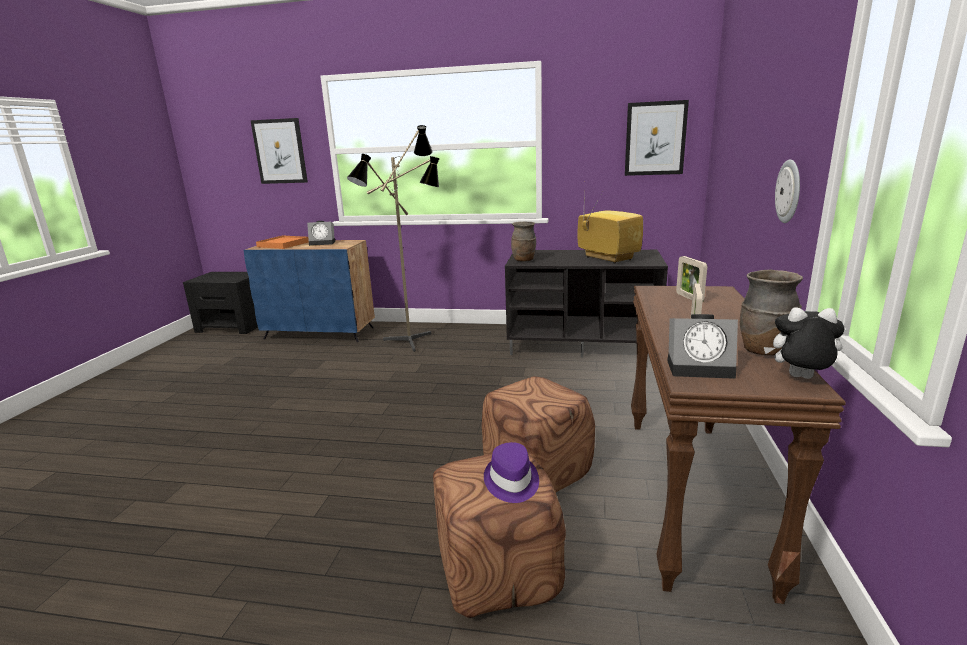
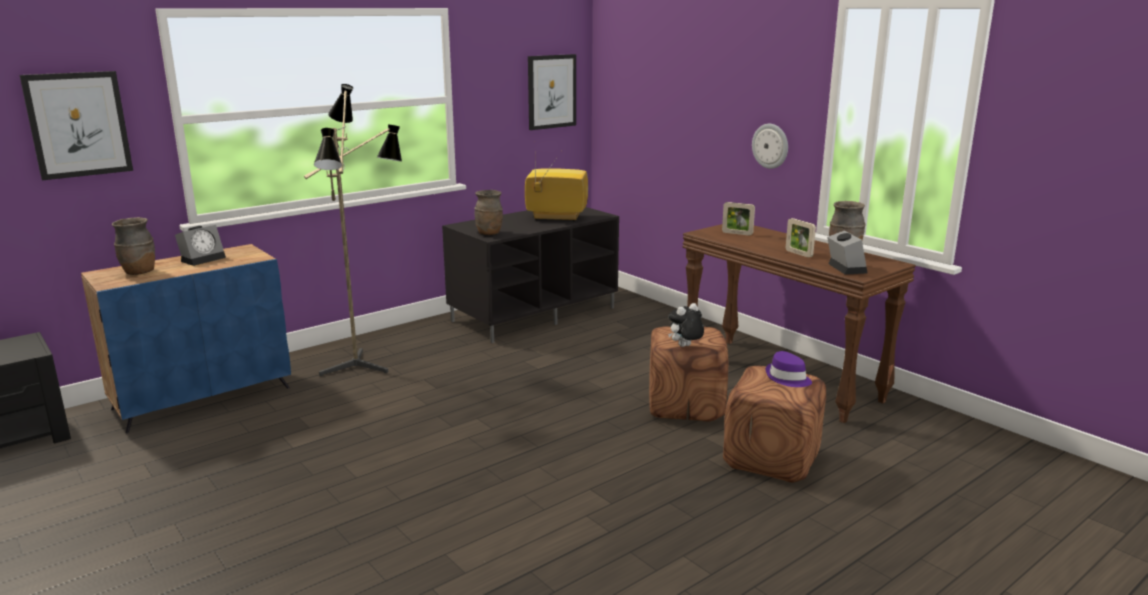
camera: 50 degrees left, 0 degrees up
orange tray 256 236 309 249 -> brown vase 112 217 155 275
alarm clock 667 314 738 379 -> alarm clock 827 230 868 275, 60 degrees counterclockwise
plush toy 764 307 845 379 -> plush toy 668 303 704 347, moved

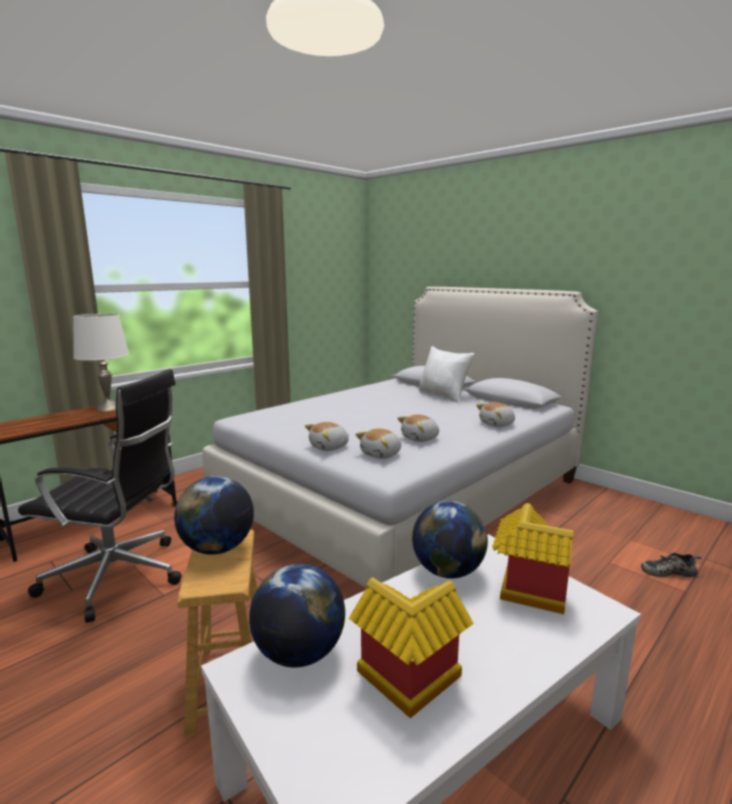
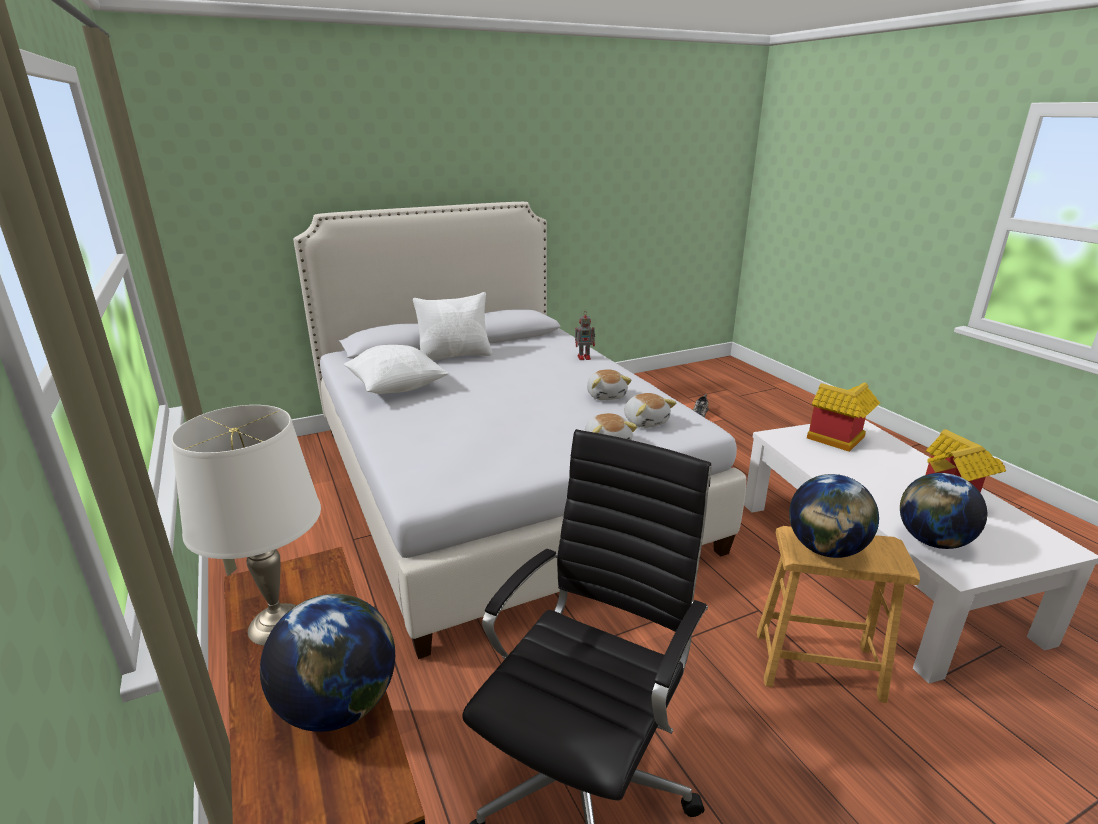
camera: 70 degrees left, 10 degrees up
globe 412 501 488 579 -> globe 260 594 395 732, moved
plush toy 476 402 515 427 -> toy robot 575 312 595 360
none -> white pillow 344 345 449 394

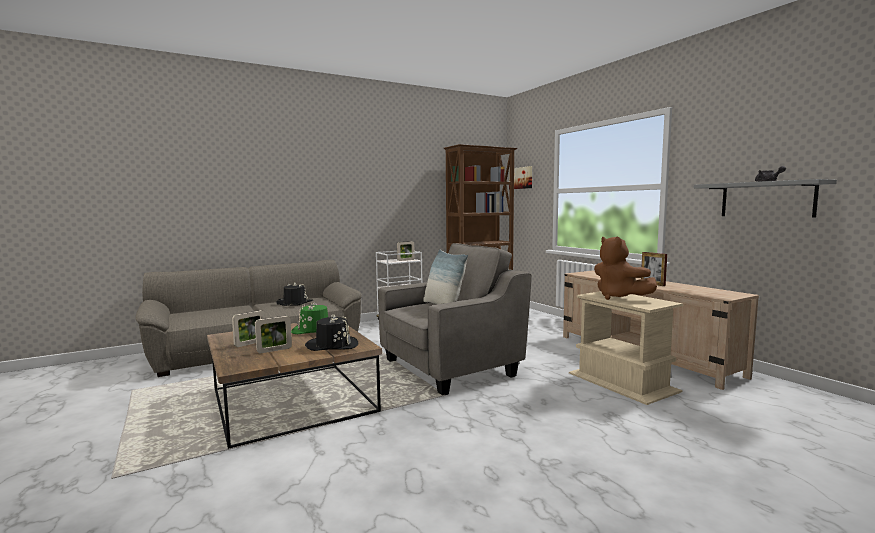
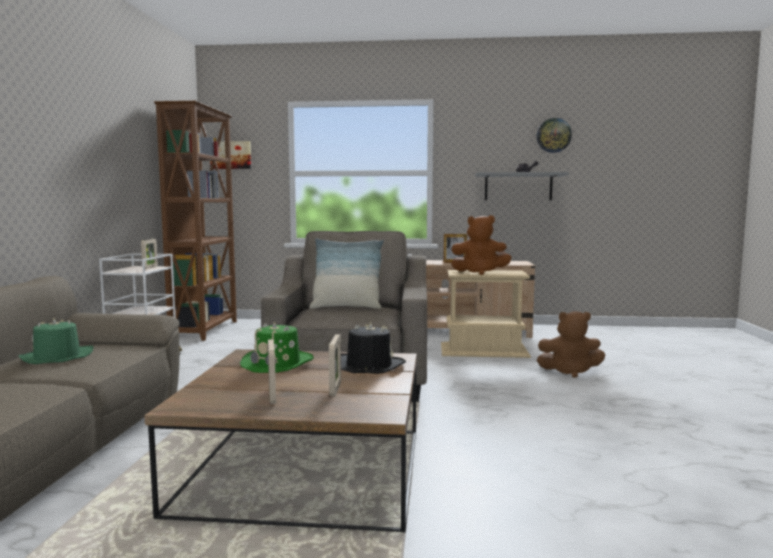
camera: 55 degrees left, 0 degrees up
black hat 276 283 313 306 -> green hat 18 318 93 364
none -> wall clock 537 118 572 153
none -> brown plush toy 537 311 605 378

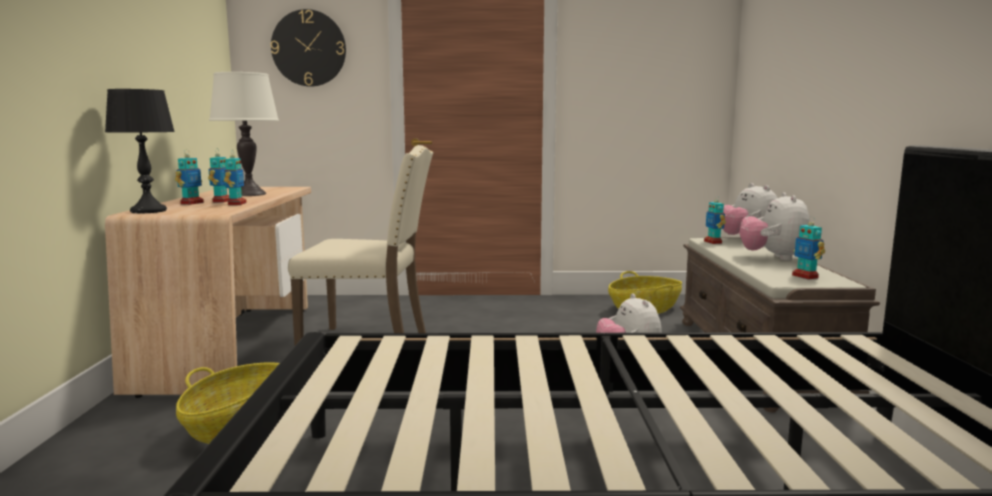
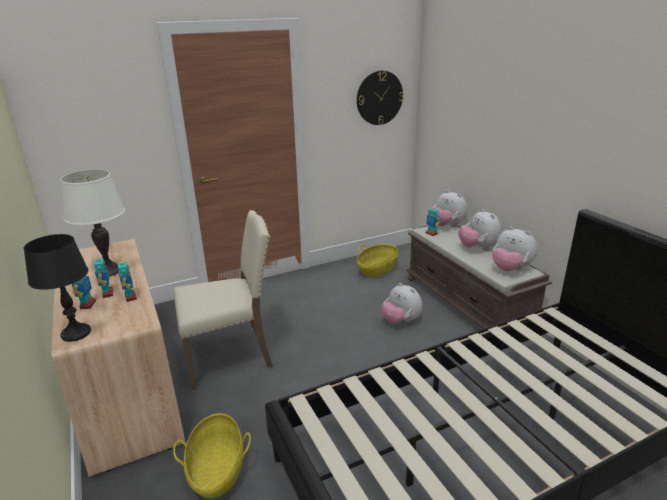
camera: 25 degrees left, 15 degrees up
wall clock 271 9 346 87 -> wall clock 357 71 404 125, moved
toy robot 792 216 825 280 -> plush toy 492 226 537 271

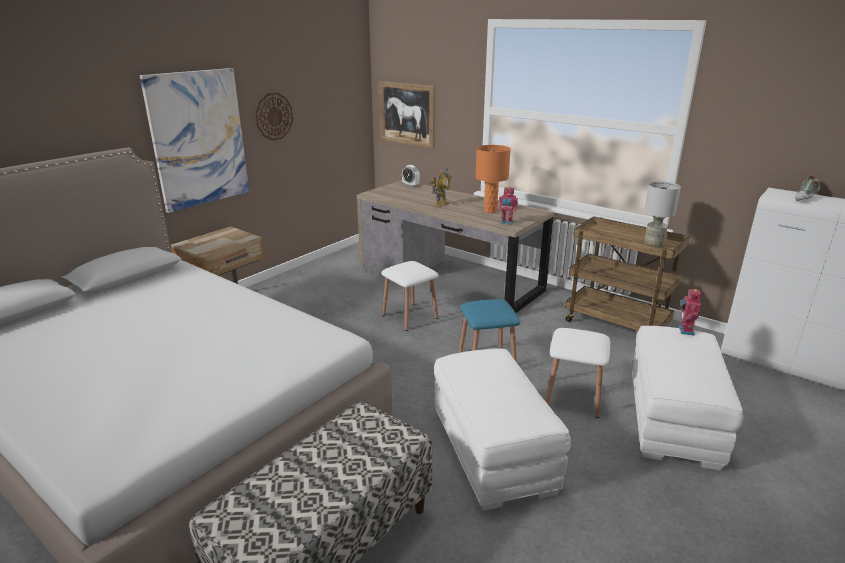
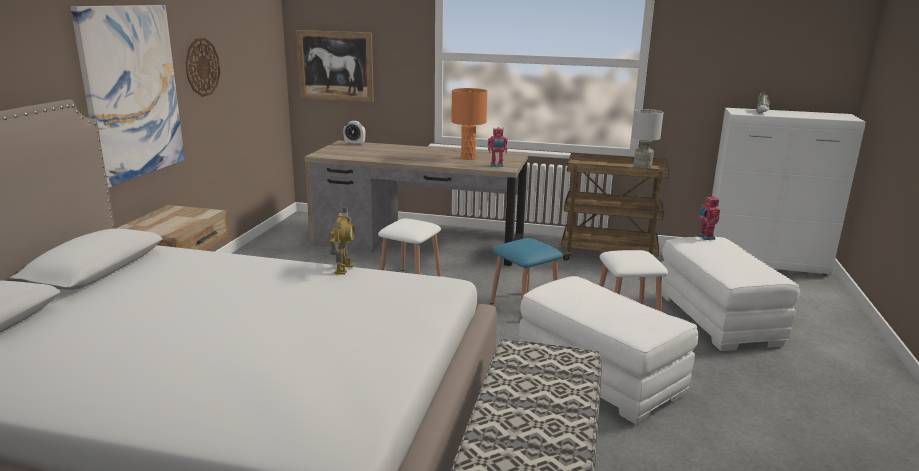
camera: 25 degrees left, 5 degrees down
toy robot 432 167 451 207 -> toy robot 330 205 355 275, moved

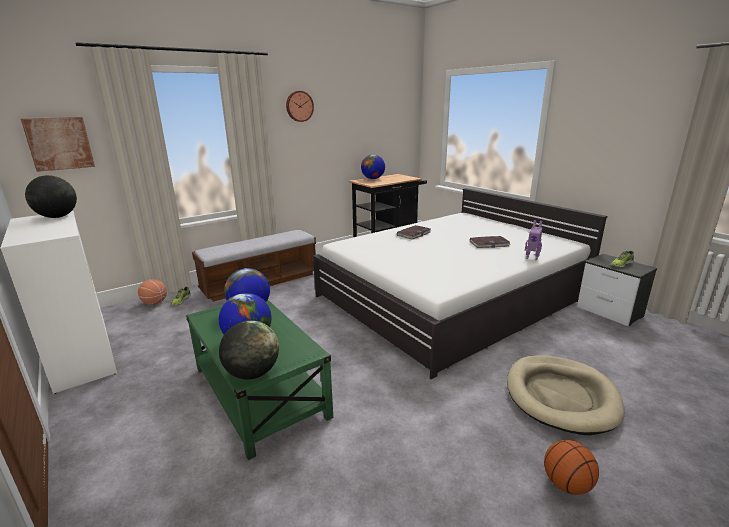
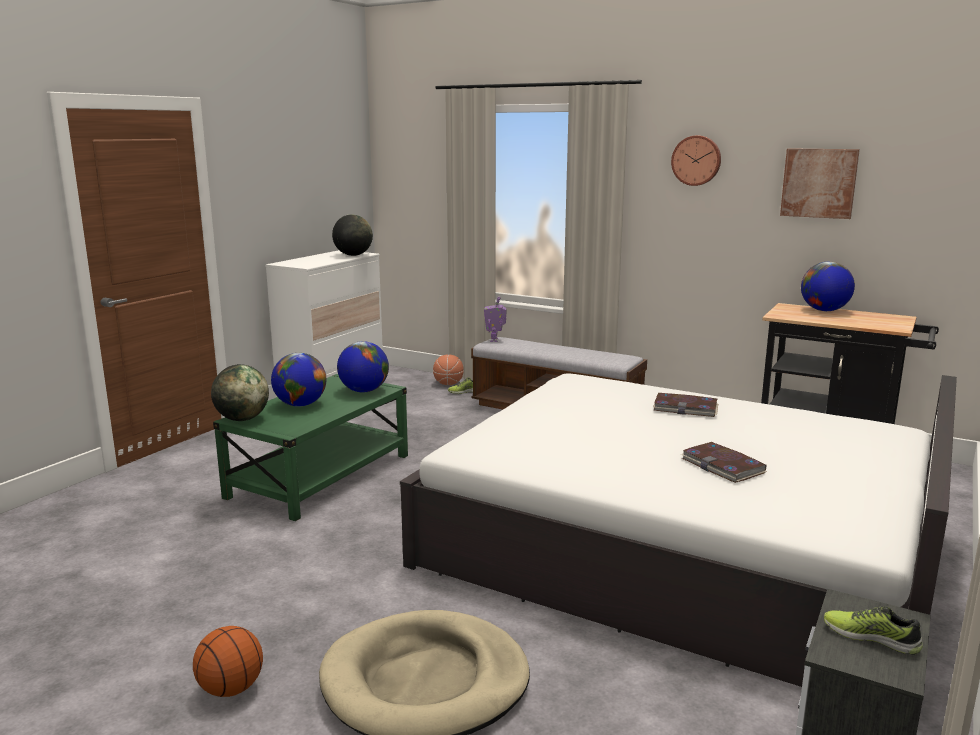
camera: 65 degrees right, 5 degrees down
picture 21 117 95 172 -> picture 780 148 860 219, moved
toy robot 525 220 543 260 -> toy robot 484 296 507 342, moved

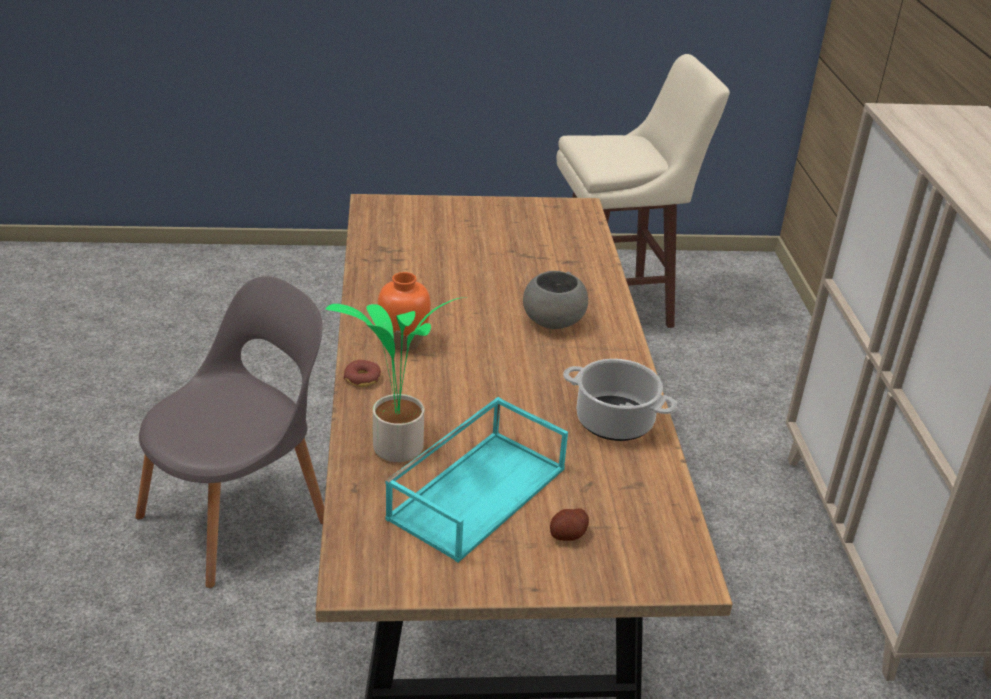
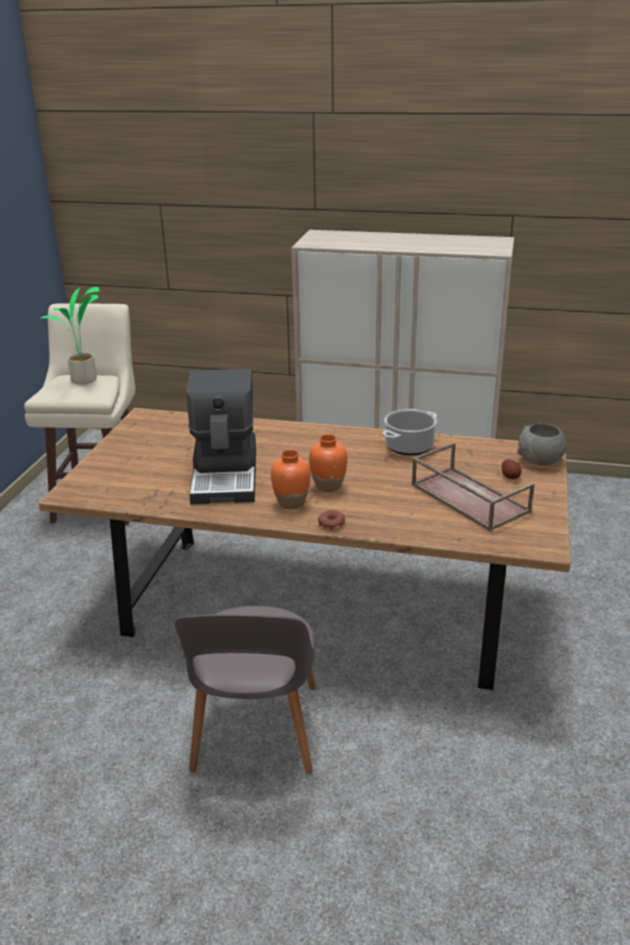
camera: 70 degrees left, 5 degrees down
grey chair 135 276 324 588 -> grey chair 175 606 316 774, 150 degrees counterclockwise
potted plant 326 297 466 462 -> potted plant 41 287 100 384, moved
turquoise tray 385 397 568 563 -> brown tray 411 443 534 531
grey bowl 523 271 588 329 -> grey bowl 517 423 567 466, moved
none -> coffee machine 186 369 256 504
none -> orange vase 309 434 348 493

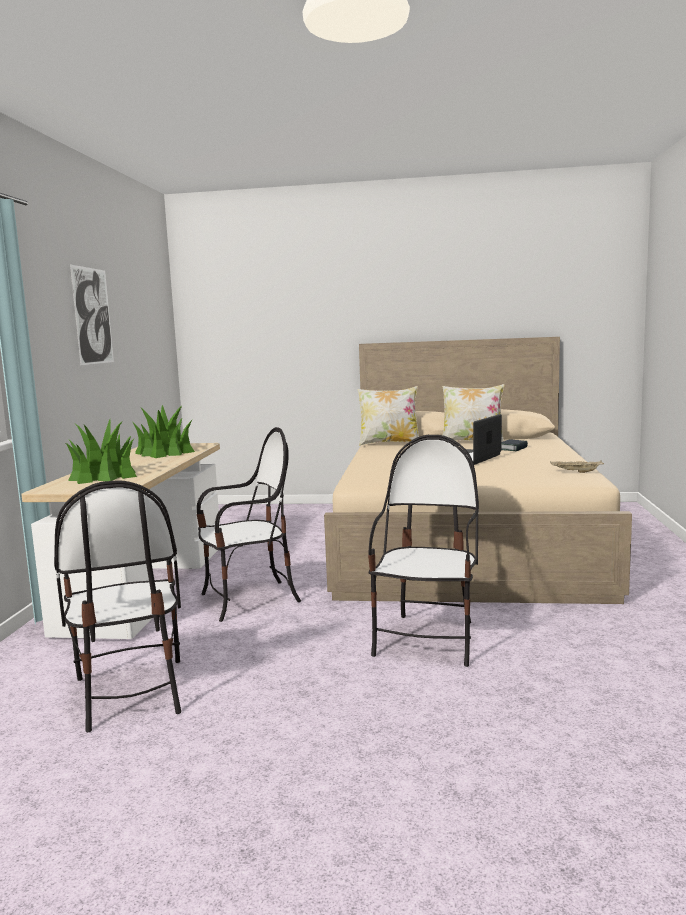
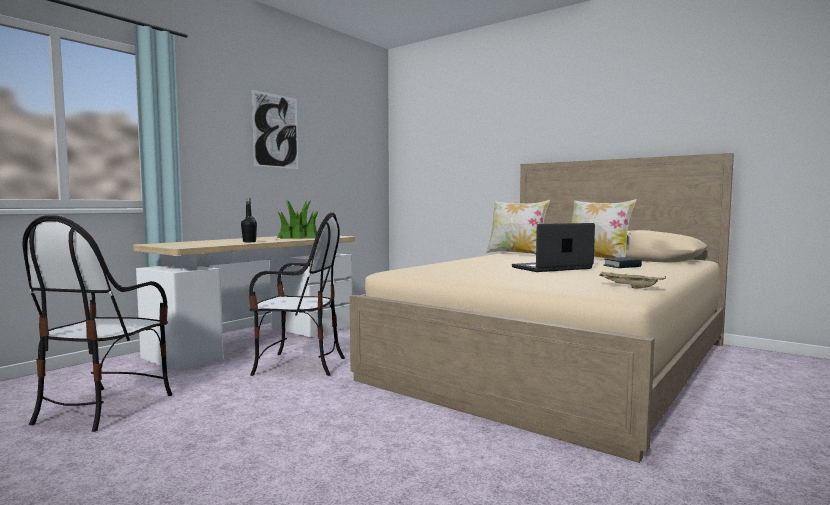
camera: 30 degrees right, 5 degrees down
potted plant 66 420 137 484 -> none
chair 368 435 479 667 -> none
none -> black bottle 241 198 257 242

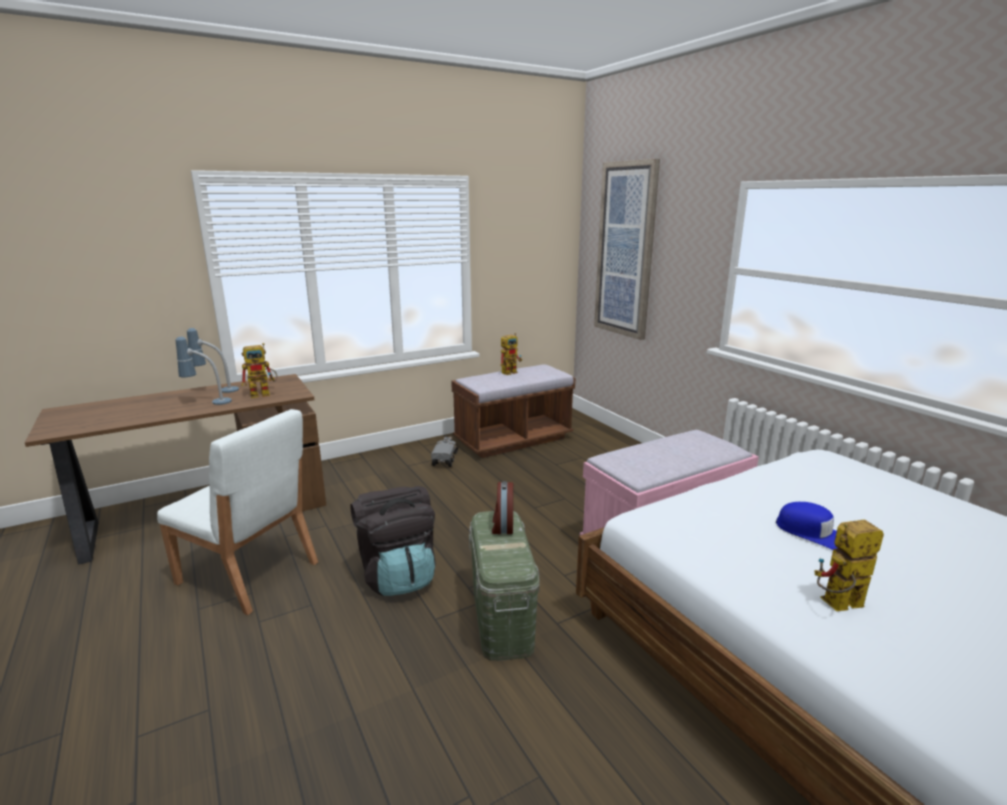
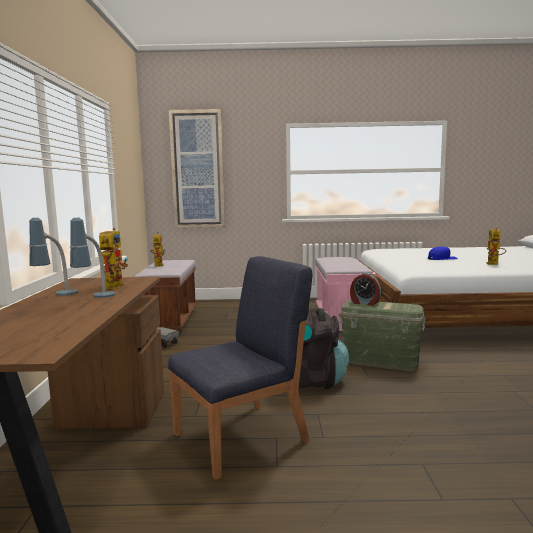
camera: 60 degrees left, 10 degrees down
white chair 157 409 318 615 -> blue chair 168 256 312 480

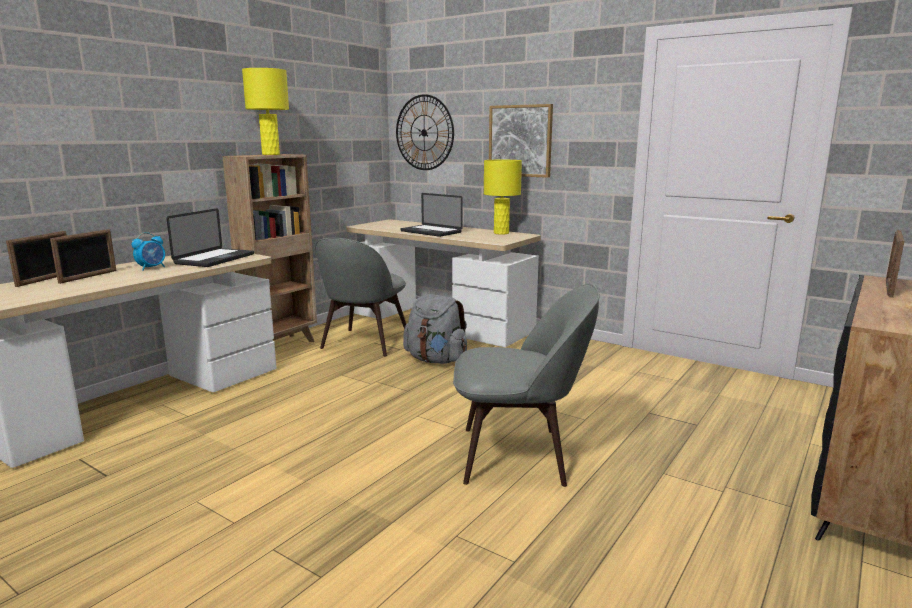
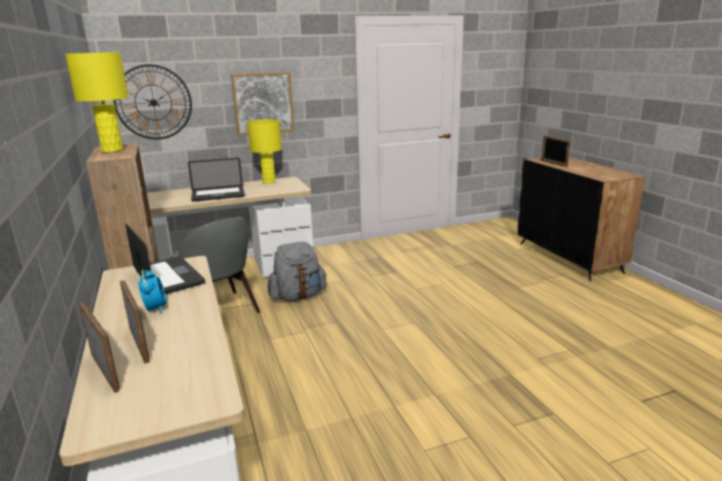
camera: 55 degrees left, 5 degrees up
grey chair 453 284 600 487 -> none

